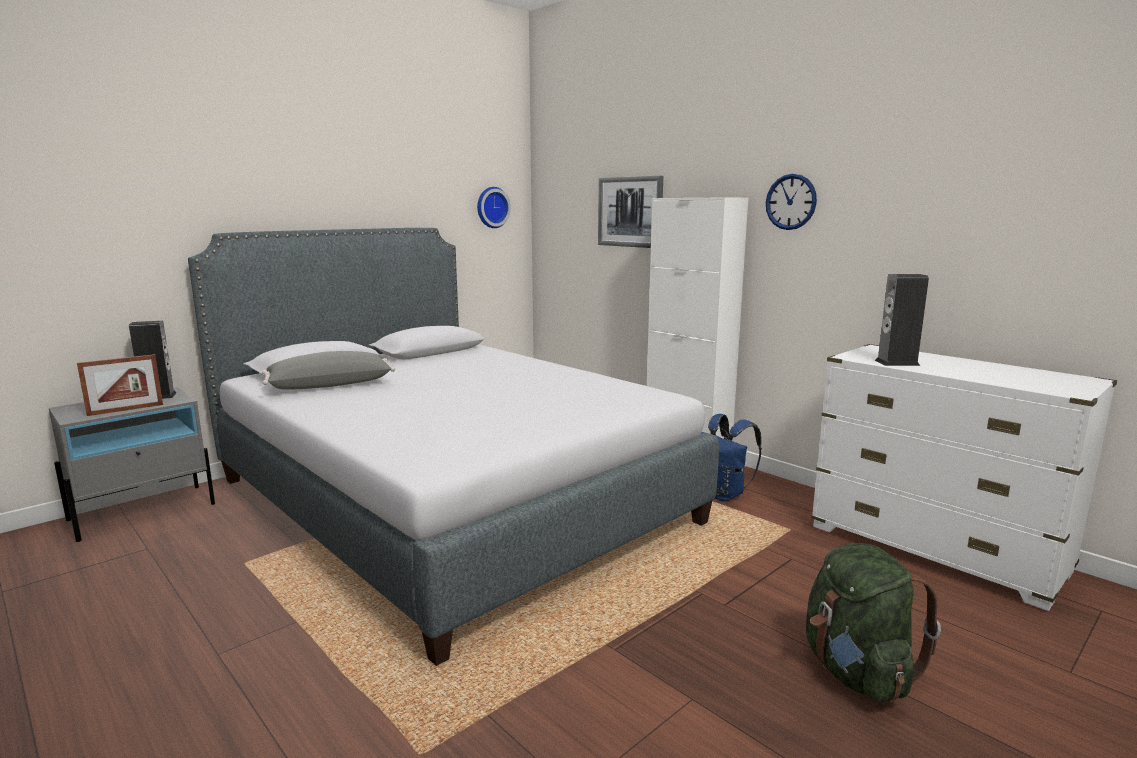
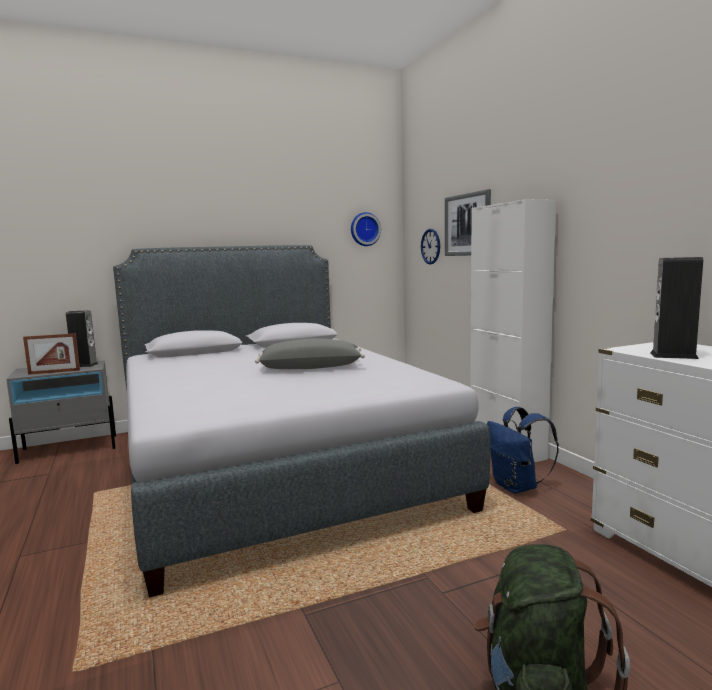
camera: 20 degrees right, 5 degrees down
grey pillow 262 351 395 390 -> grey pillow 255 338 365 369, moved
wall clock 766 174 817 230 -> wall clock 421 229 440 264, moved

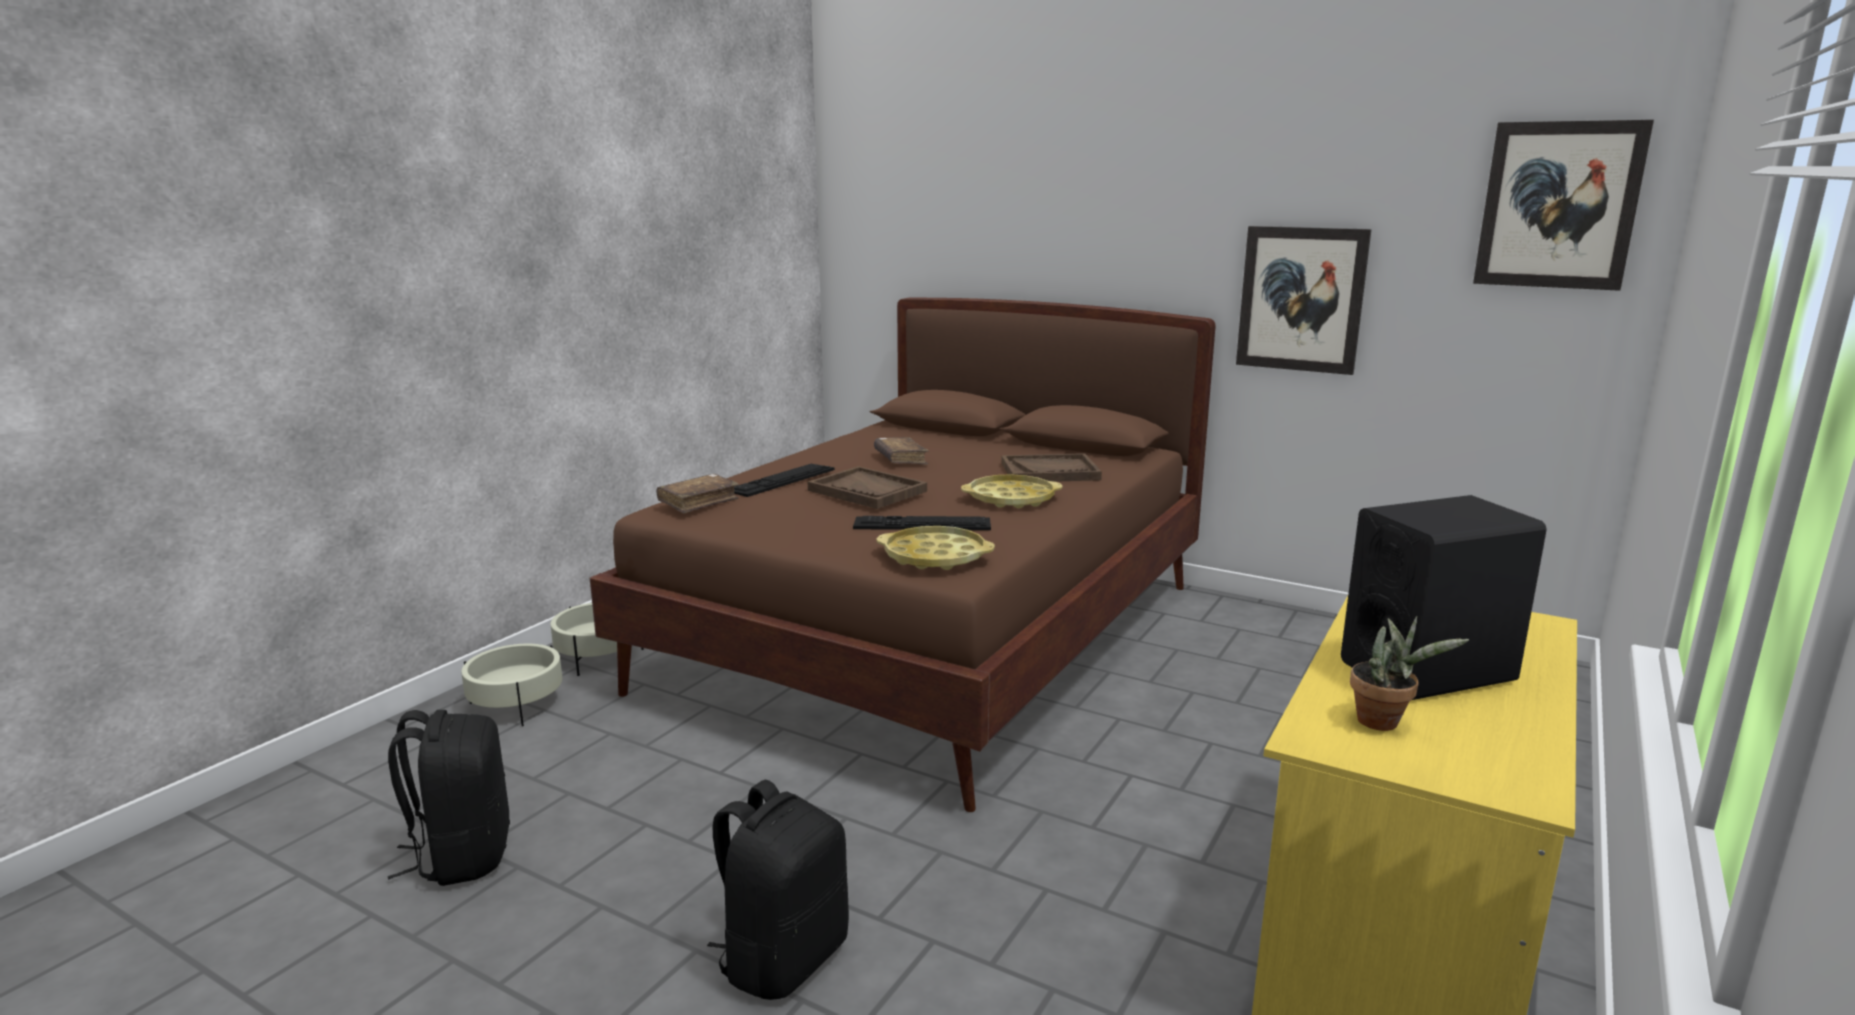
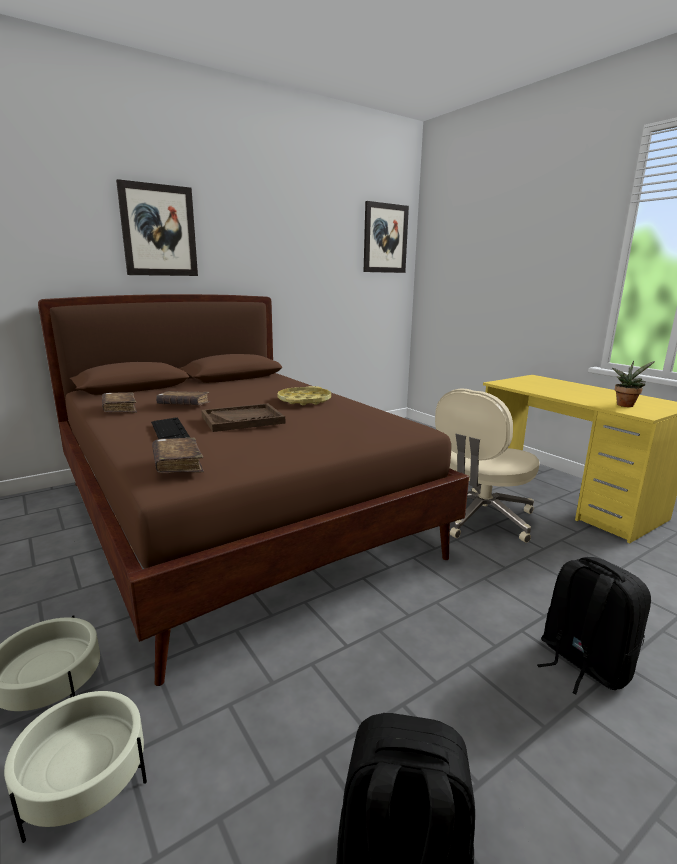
camera: 65 degrees left, 0 degrees up
keyboard 853 516 991 530 -> none
yellow tray 876 526 995 570 -> none
brown tray 1001 453 1102 482 -> none
picture 1236 226 1372 375 -> picture 116 179 198 276, moved
black speaker 1341 495 1547 700 -> none
none -> brown book 102 392 137 413
none -> beige office chair 435 389 540 543

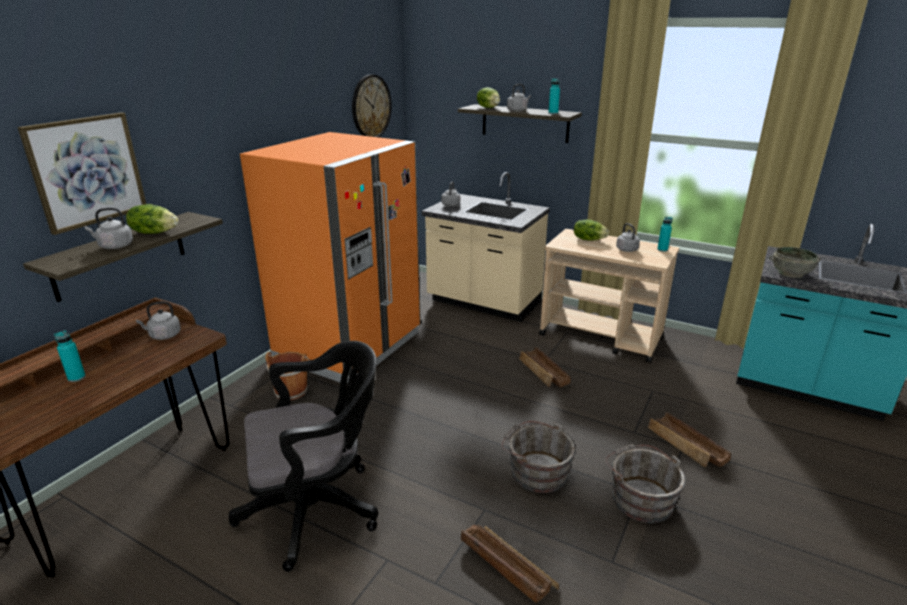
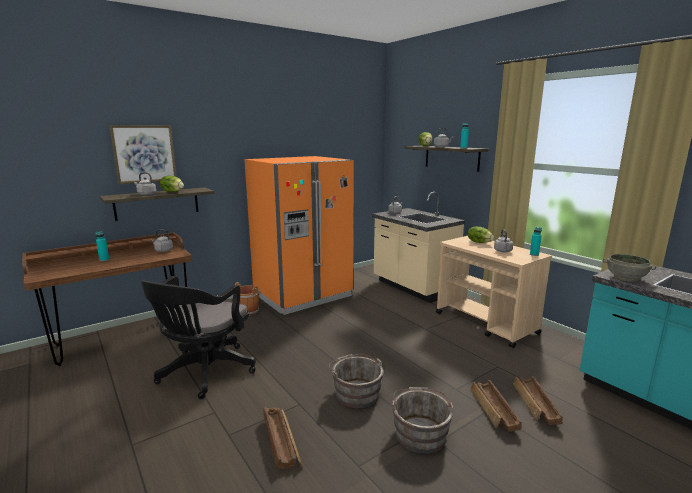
camera: 25 degrees right, 10 degrees down
black office chair 229 341 378 572 -> black office chair 141 276 256 399, 105 degrees clockwise
wall clock 352 74 392 137 -> none
crate 519 347 570 387 -> crate 513 376 563 425, moved

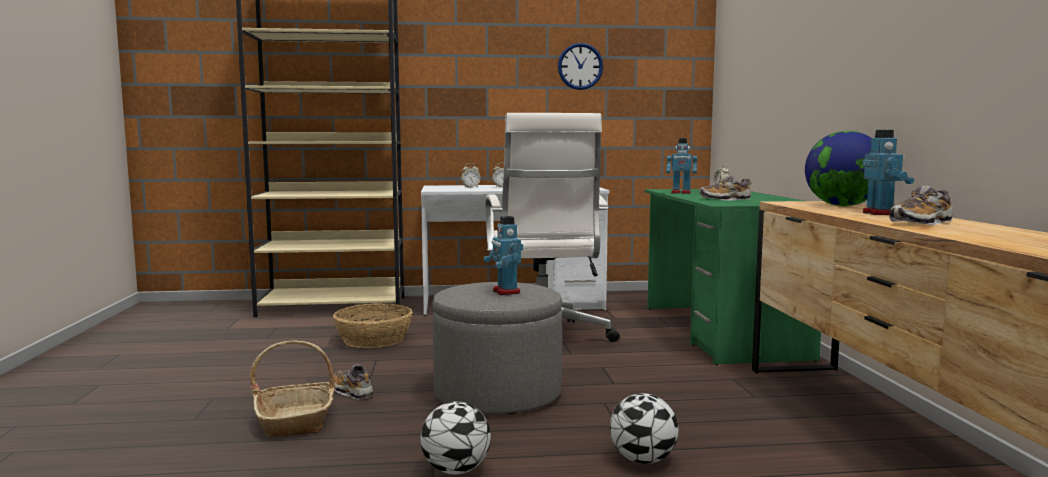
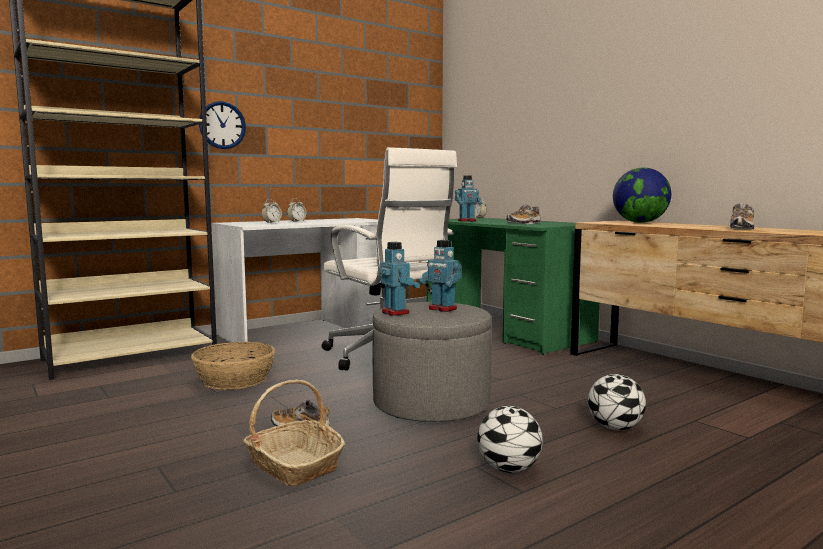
camera: 30 degrees left, 0 degrees up
wall clock 558 43 603 90 -> wall clock 199 101 246 149, moved
toy robot 863 130 914 215 -> toy robot 380 242 420 316, moved

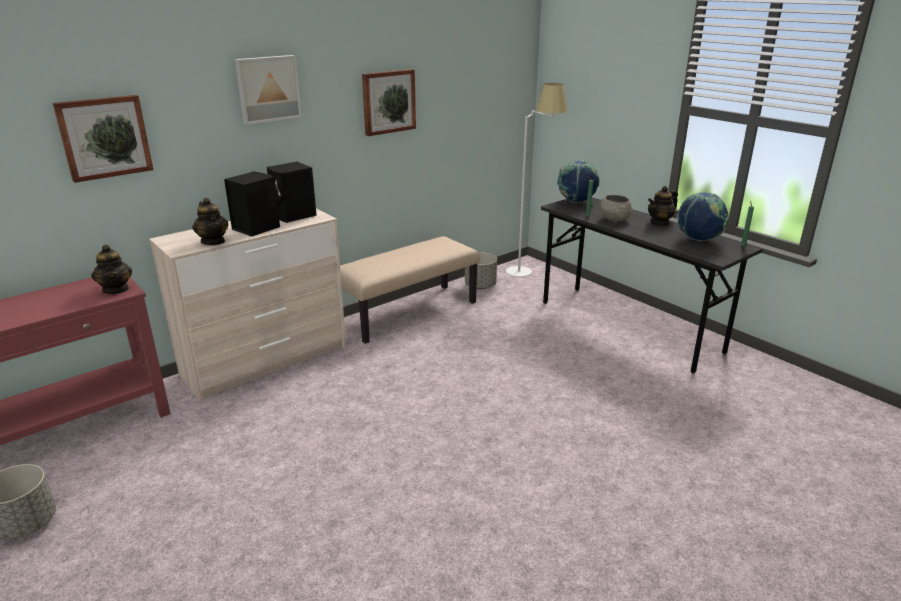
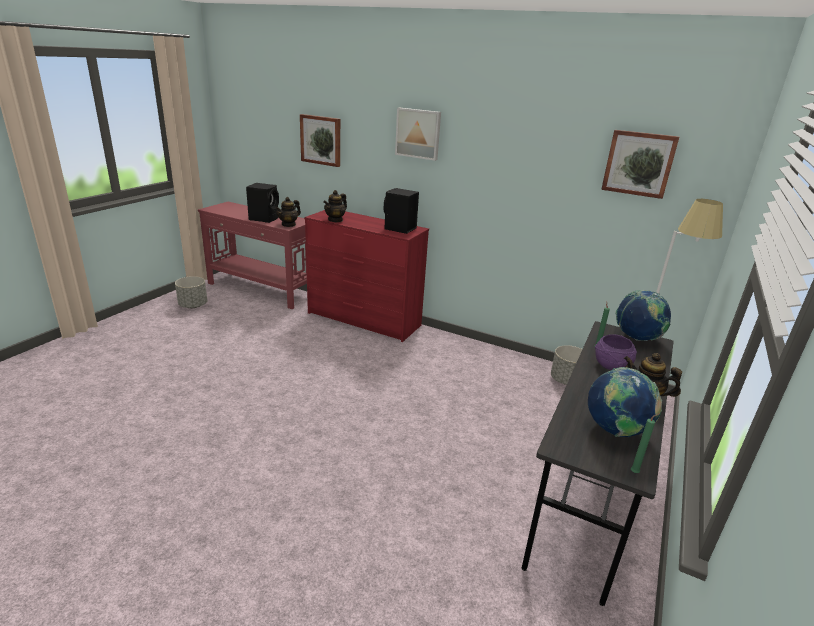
camera: 65 degrees right, 0 degrees up
beige dresser 149 208 347 402 -> red dresser 304 210 429 342
black speaker 224 171 280 236 -> black speaker 246 183 279 223, moved
beige bench 340 236 479 344 -> none
picture 362 69 416 136 -> picture 601 130 679 199, moved
grey bowl 600 195 632 222 -> purple bowl 595 334 637 370

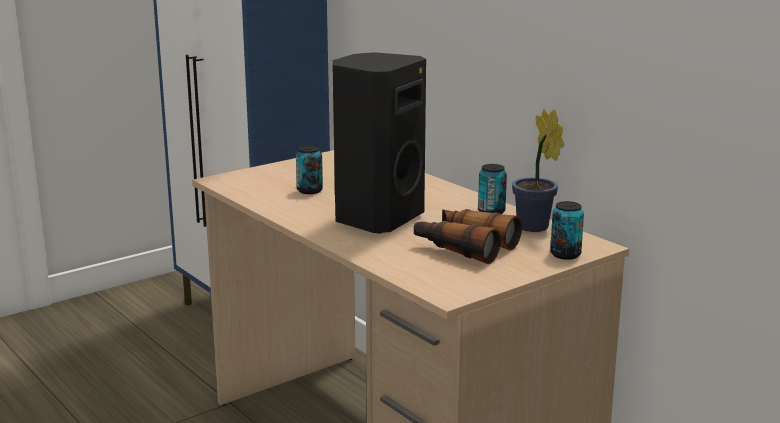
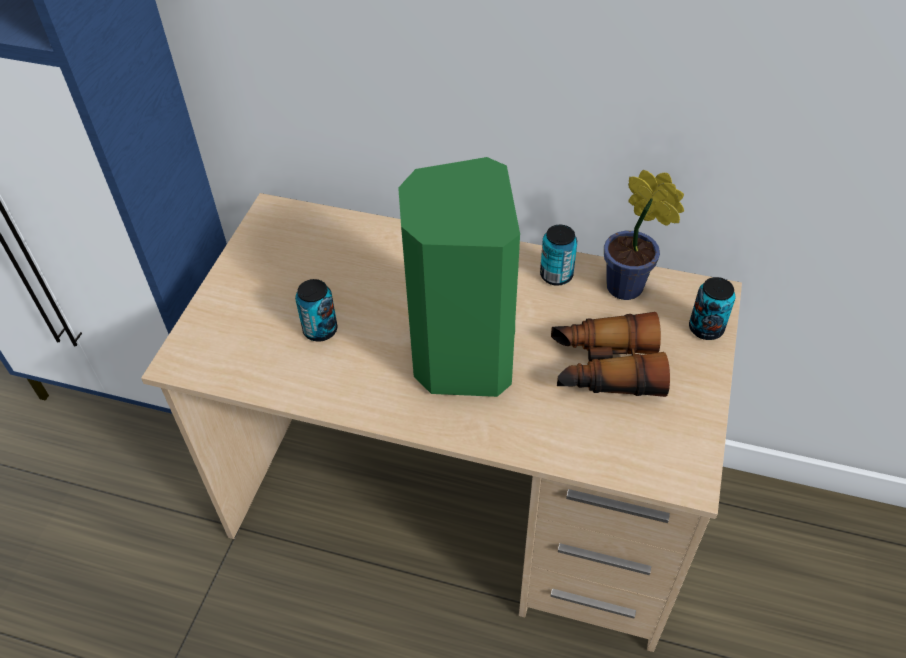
camera: 35 degrees left, 30 degrees up
black speaker 332 52 426 234 -> green speaker 398 157 520 397

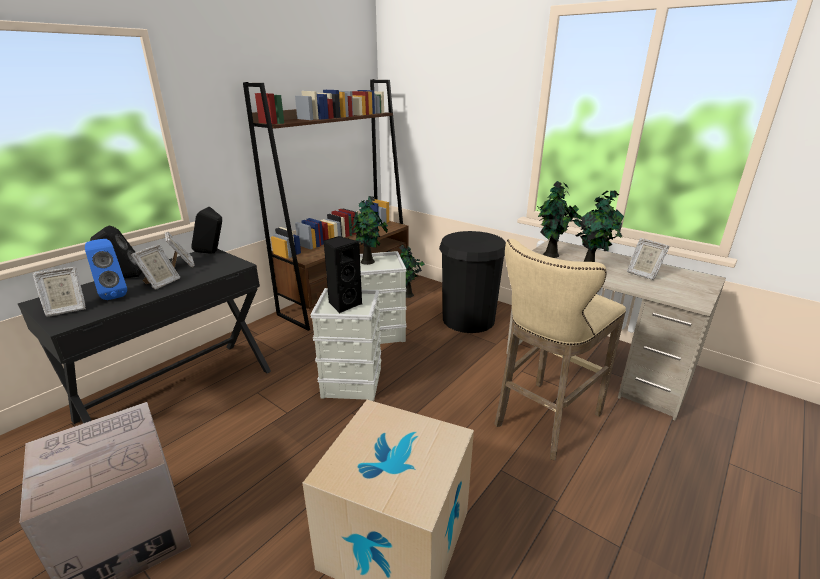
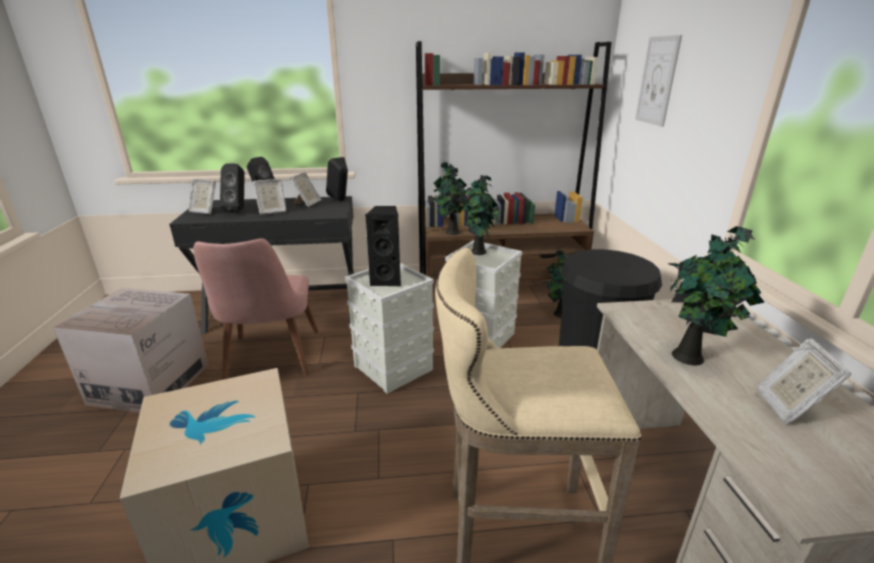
camera: 45 degrees right, 0 degrees up
blue speaker 85 239 127 300 -> black speaker 220 163 245 213
potted plant 537 181 579 258 -> potted plant 432 162 472 235, moved
none -> pink chair 193 238 319 380
none -> picture 635 35 682 127

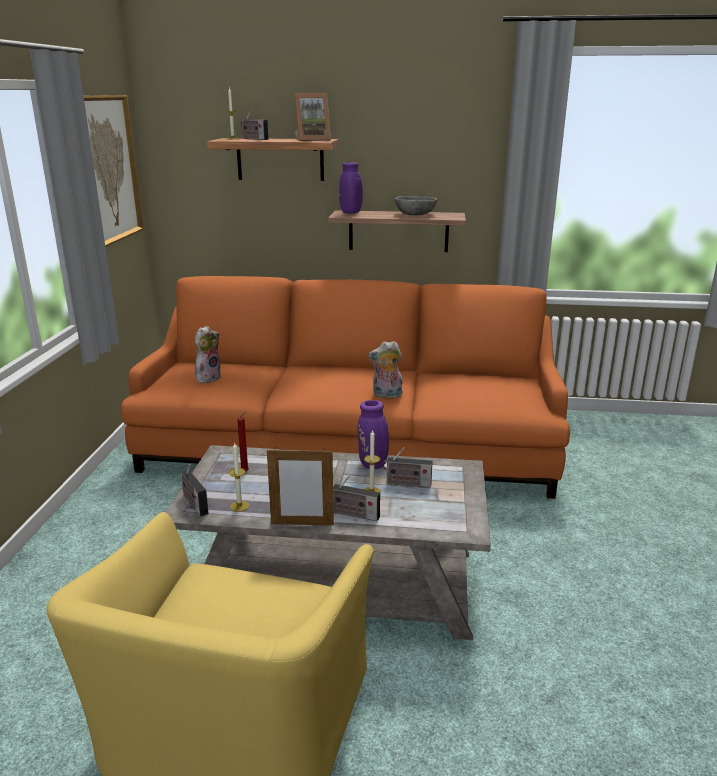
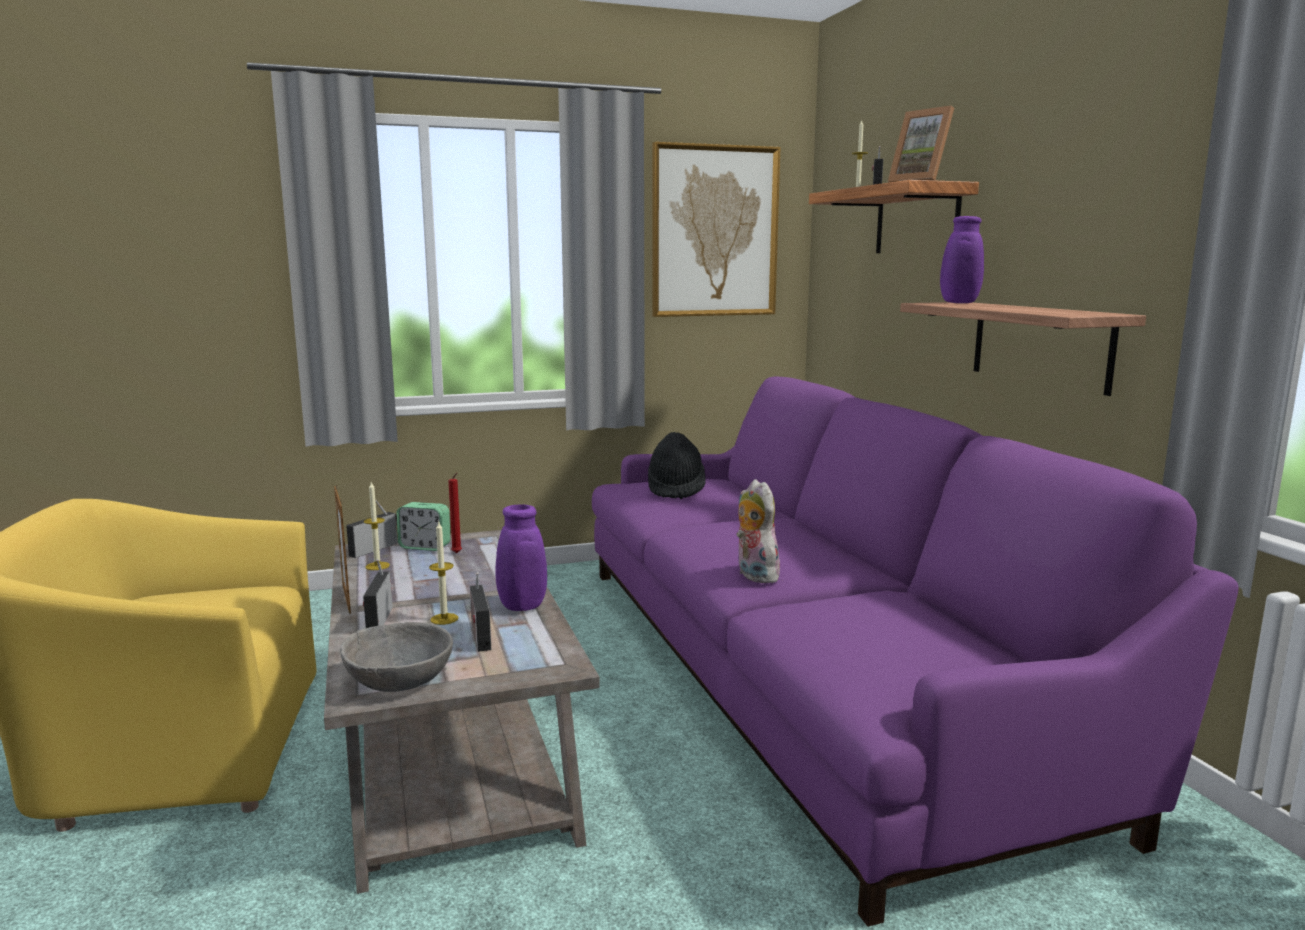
camera: 65 degrees right, 10 degrees down
orange sofa 121 276 570 499 -> purple sofa 592 377 1239 927
plush toy 195 326 221 383 -> black hat 648 432 706 499
grey bowl 395 196 437 215 -> grey bowl 340 622 453 692, moved
none -> alarm clock 396 502 450 551

